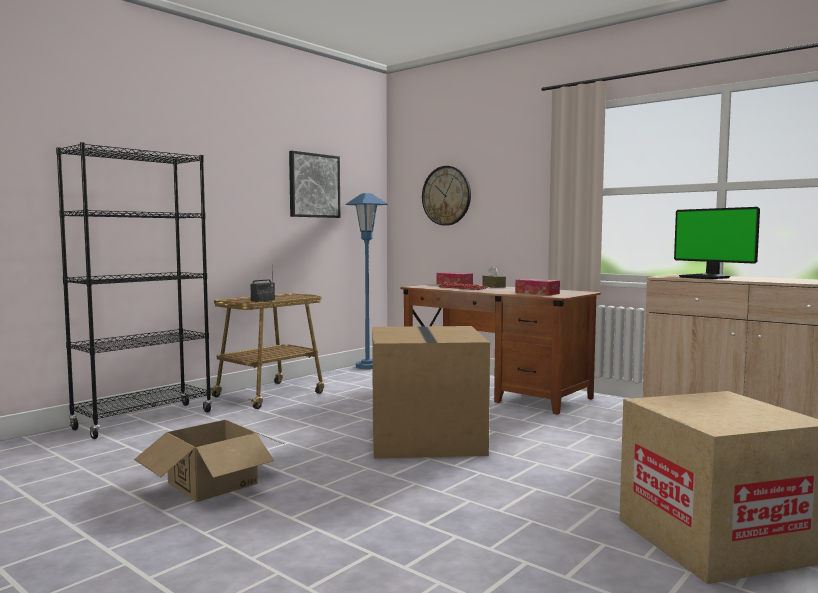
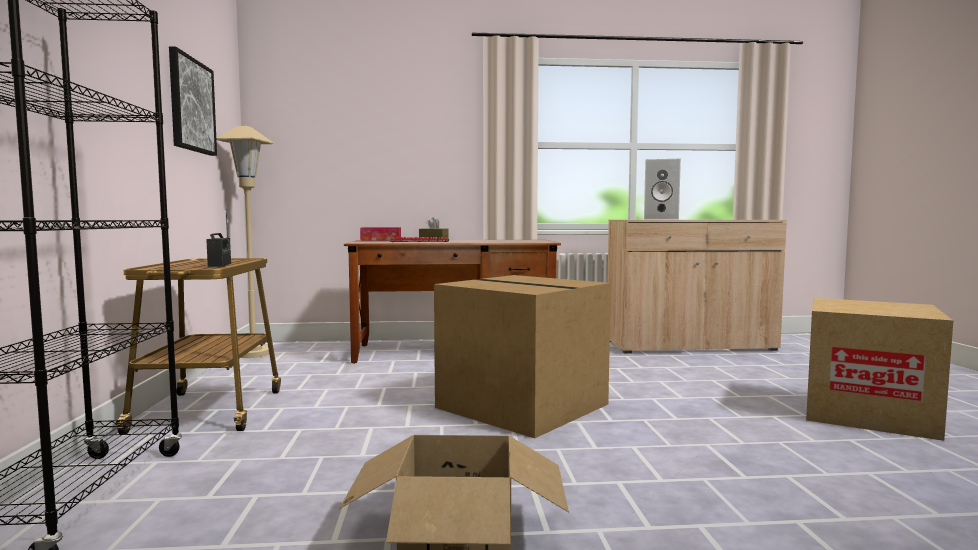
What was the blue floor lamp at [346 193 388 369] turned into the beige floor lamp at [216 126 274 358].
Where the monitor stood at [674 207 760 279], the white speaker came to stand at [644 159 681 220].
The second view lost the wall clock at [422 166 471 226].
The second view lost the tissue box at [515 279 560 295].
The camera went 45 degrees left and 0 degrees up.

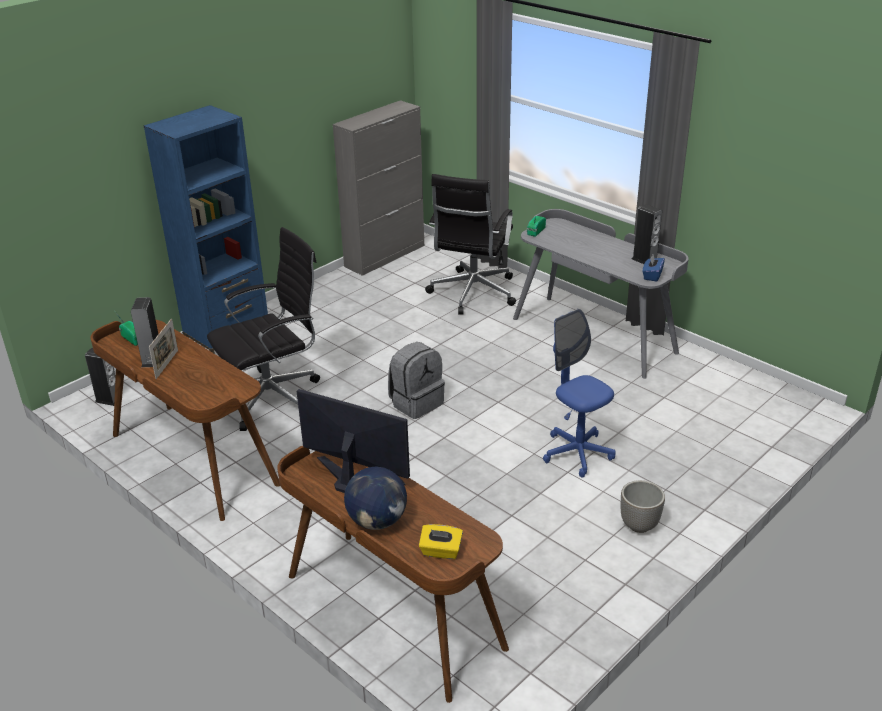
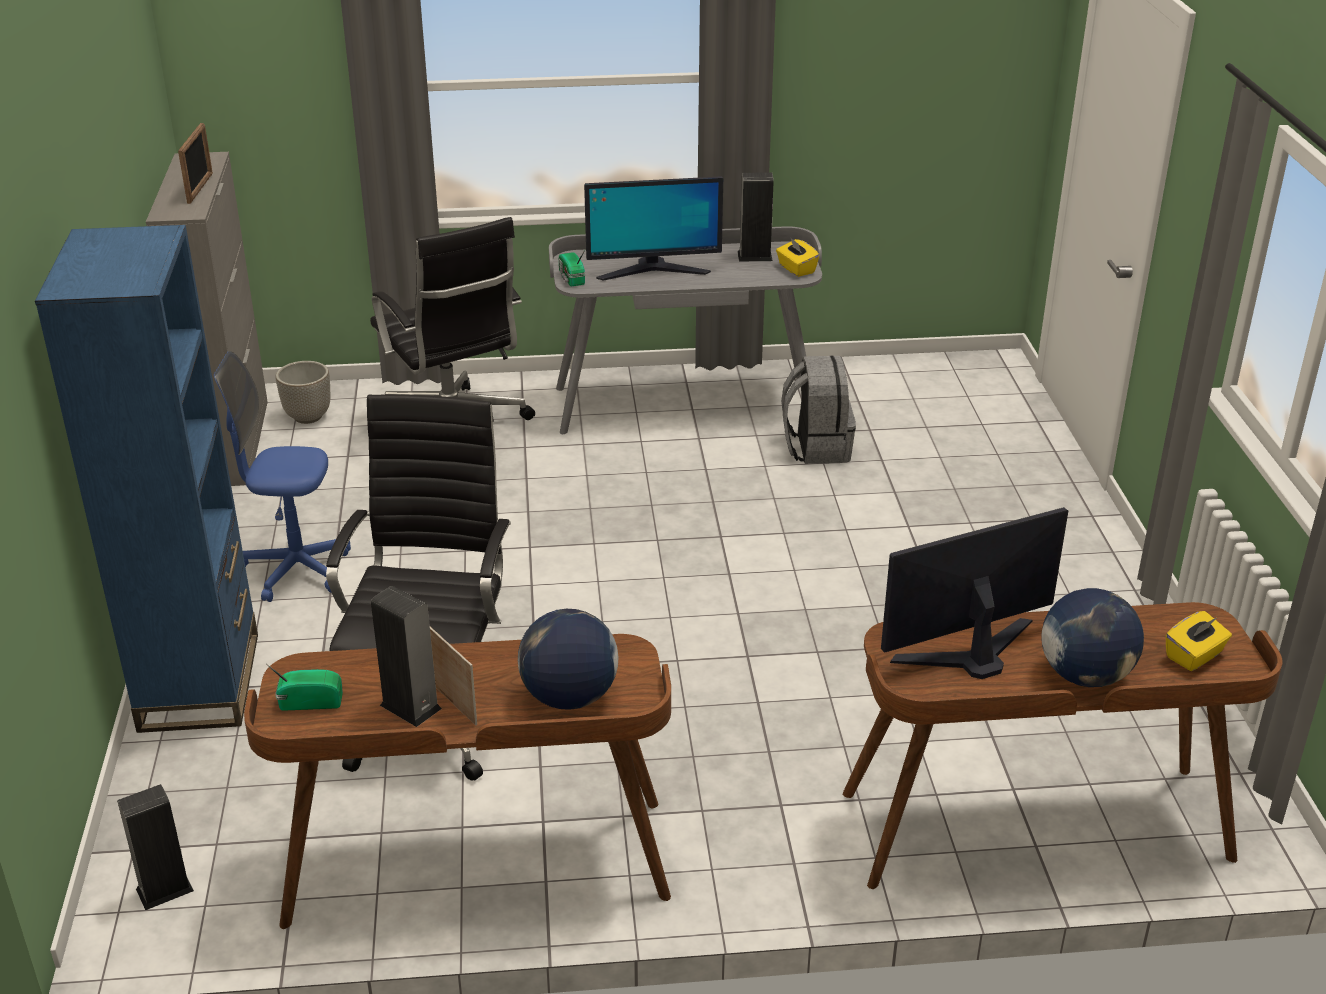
The second view gained the picture frame at [178 123 213 204].
The blue office chair ended up elsewhere, having gone from [543 309 615 477] to [214 351 351 602].
The planter ended up elsewhere, having gone from [621 480 665 533] to [276 361 330 424].
The second view gained the globe at [518 609 619 710].
The second view gained the monitor at [584 176 723 281].
What was the blue tissue box at [642 255 665 282] turned into the yellow tissue box at [776 237 819 277].
The grey backpack ended up elsewhere, having gone from [388 342 445 419] to [781 355 856 464].
The camera went 50 degrees left and 0 degrees up.

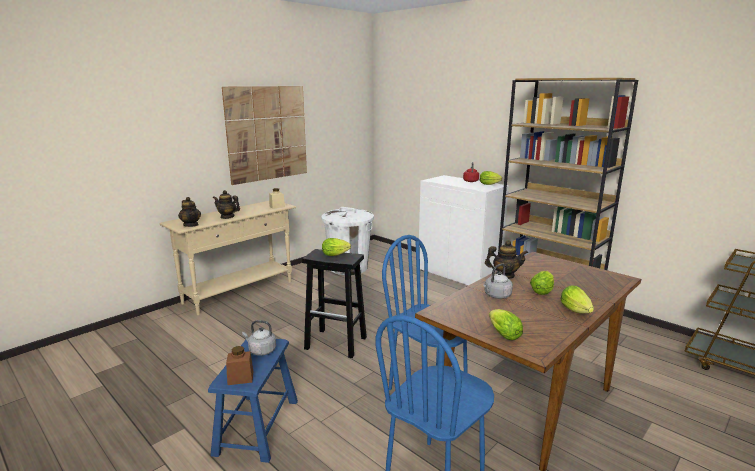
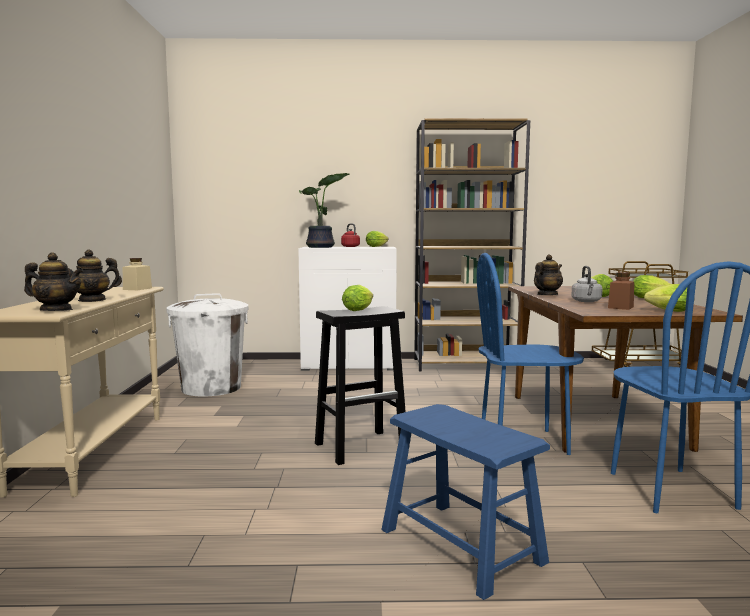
The second view gained the potted plant at [299 173 350 248].
The brown jar ended up elsewhere, having gone from [226 346 253 385] to [608 272 634 310].
The second view lost the picture at [222 86 307 185].
The second view lost the grey kettle at [242 320 276 356].
The camera went 45 degrees left and 10 degrees down.

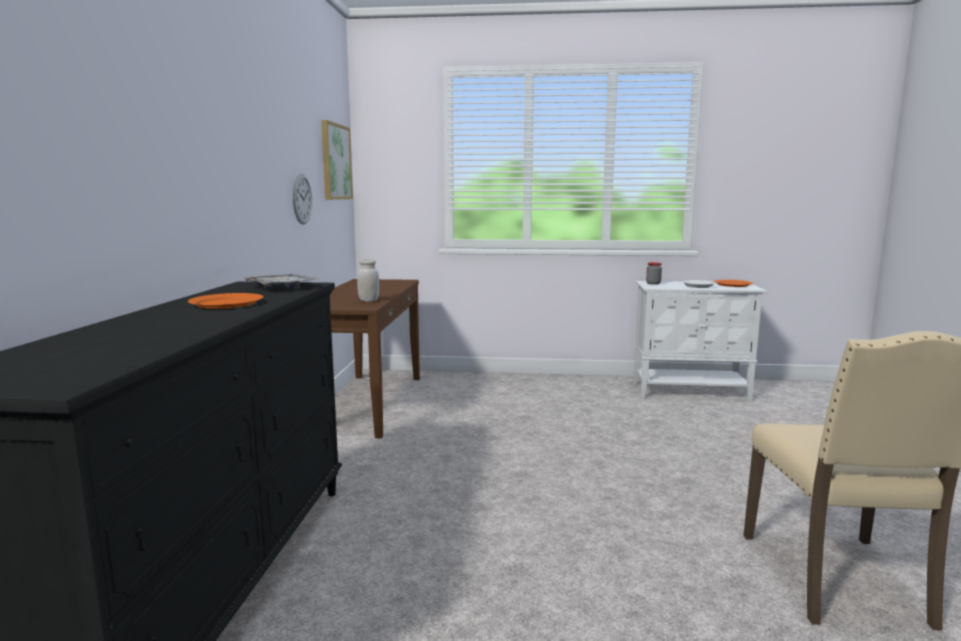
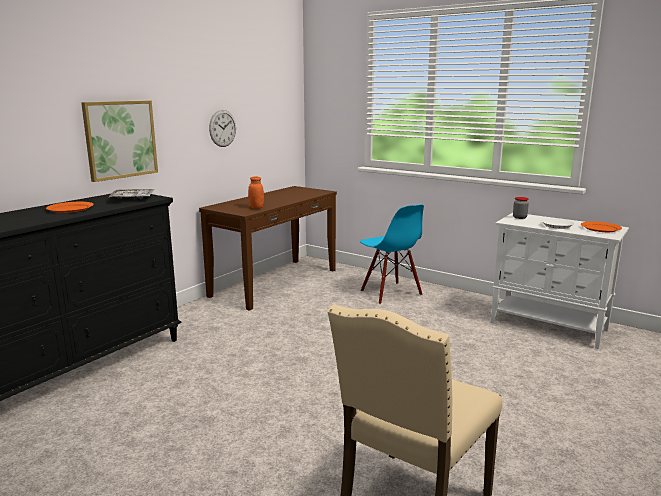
The picture ended up elsewhere, having gone from [321 120 353 200] to [81 100 158 182].
What was the white jar at [357 259 380 302] turned into the orange jar at [248 176 264 209].
The second view gained the blue chair at [360 204 424 304].
The camera went 30 degrees right and 5 degrees up.

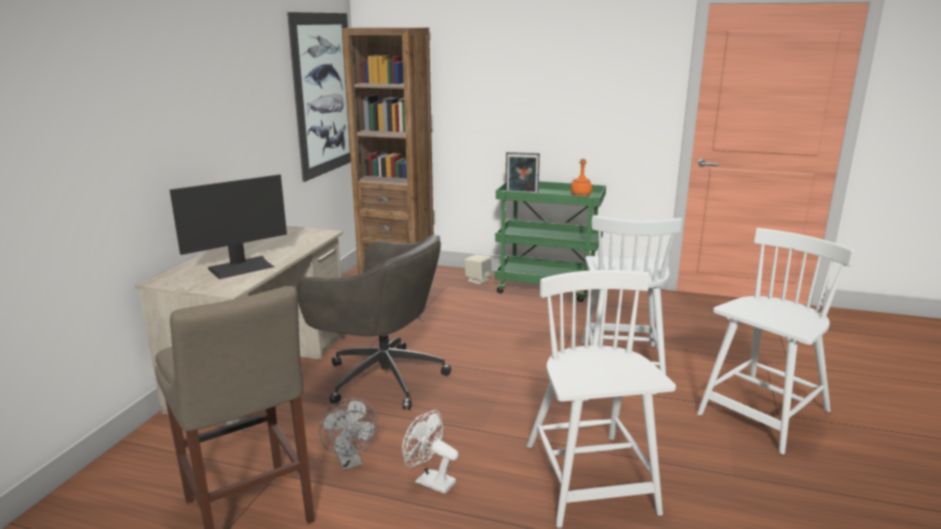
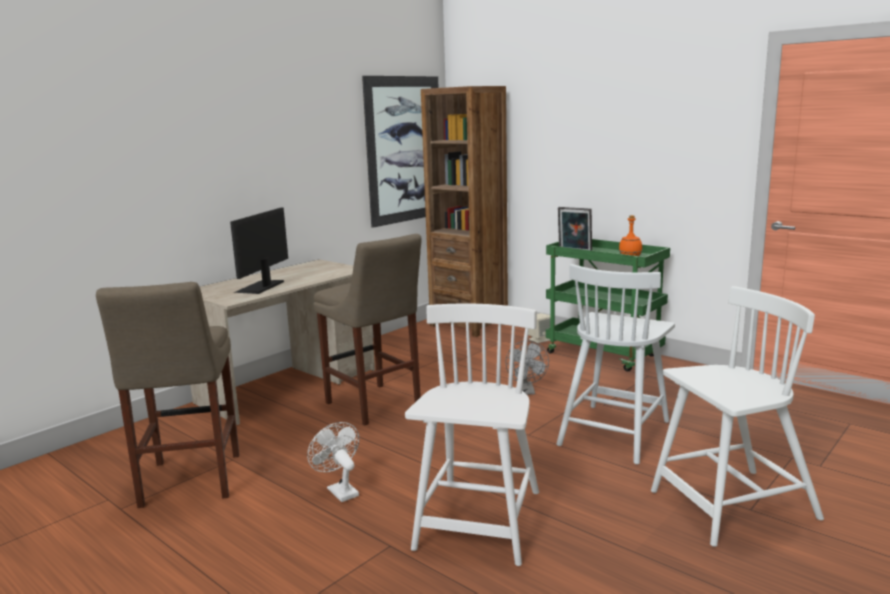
The monitor at [170 174 287 279] ended up facing another way, 120 degrees clockwise from before.
Where the grey office chair stood at [296 235 451 410], the beige stool came to stand at [313 234 422 425].
The grey fan ended up elsewhere, having gone from [319 398 378 470] to [505 340 549 395].
The camera went 25 degrees right and 5 degrees down.

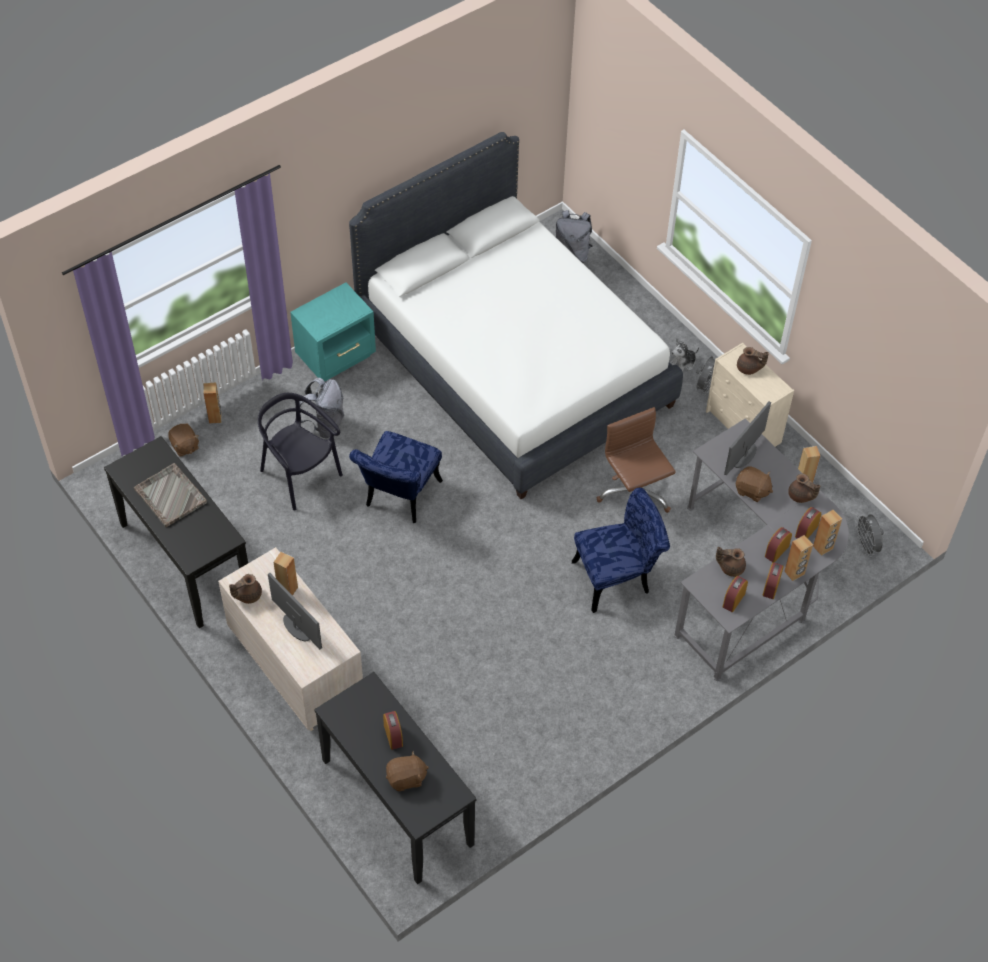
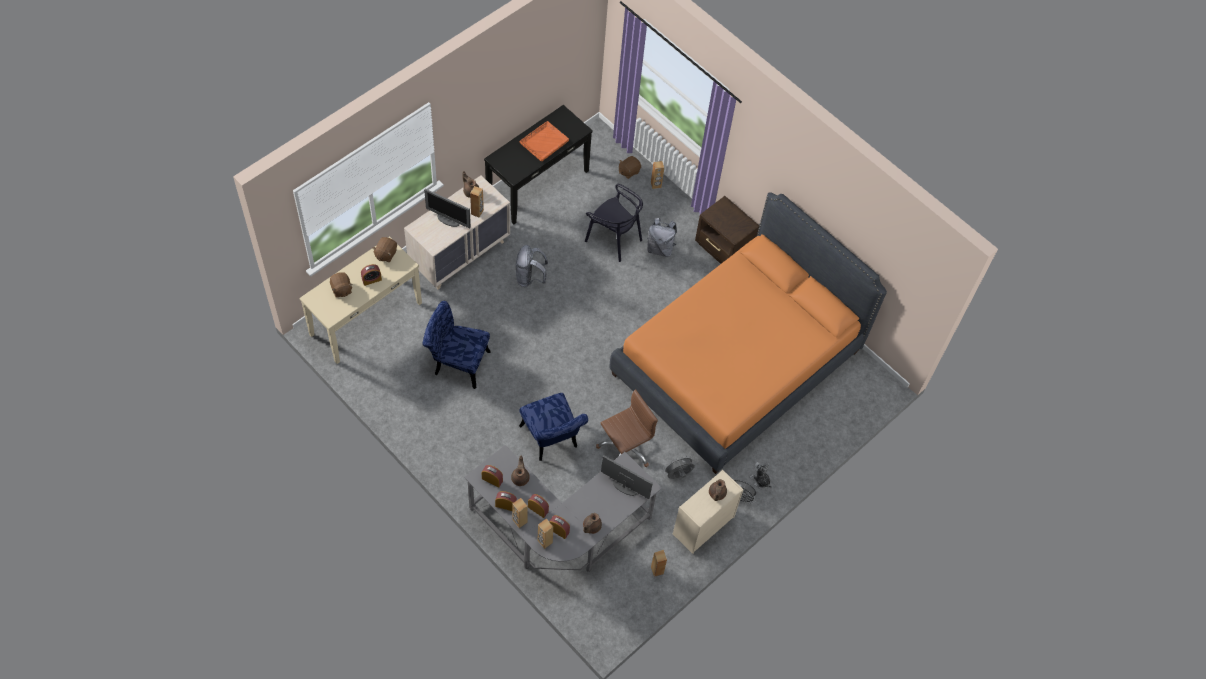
What was the black console table at [314 672 476 884] turned into the beige console table at [299 236 422 364].
The brown plush toy ended up elsewhere, having gone from [736 466 773 502] to [373 237 397 262].
The blue chair ended up elsewhere, having gone from [349 431 443 523] to [422 301 490 389].
The monitor at [268 573 322 649] ended up facing another way, 75 degrees clockwise from before.
The grey backpack ended up elsewhere, having gone from [556 210 593 263] to [515 245 548 287].
What was the grey tray at [134 463 207 527] turned into the orange tray at [520 121 569 162].
The black chair at [258 393 343 511] ended up facing another way, 90 degrees clockwise from before.
What was the white bed at [349 132 683 499] turned into the orange bed at [609 192 887 474].
The grey fan ended up elsewhere, having gone from [855 513 884 557] to [663 455 695 479].
What was the turquoise nightstand at [290 282 376 381] turned into the brown nightstand at [695 196 759 264].
The camera went 80 degrees right and 5 degrees up.

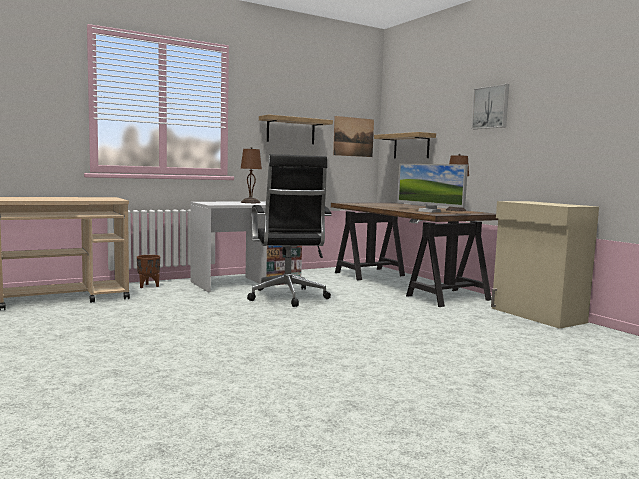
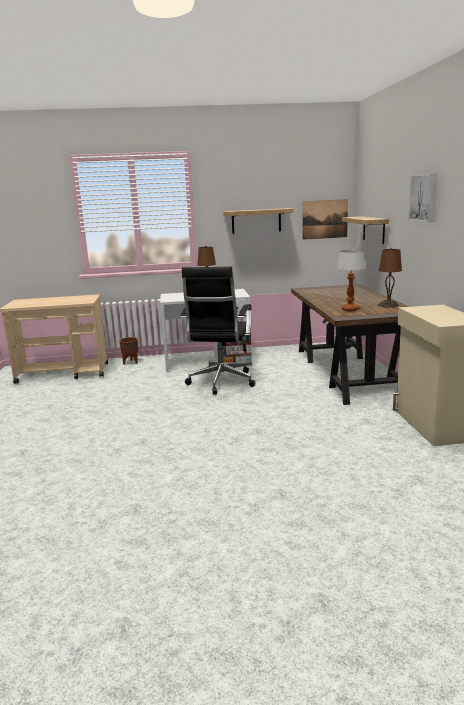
Where the monitor stood at [397 164 468 212], the table lamp came to stand at [337 250 366 311].
The camera went 25 degrees right and 10 degrees up.

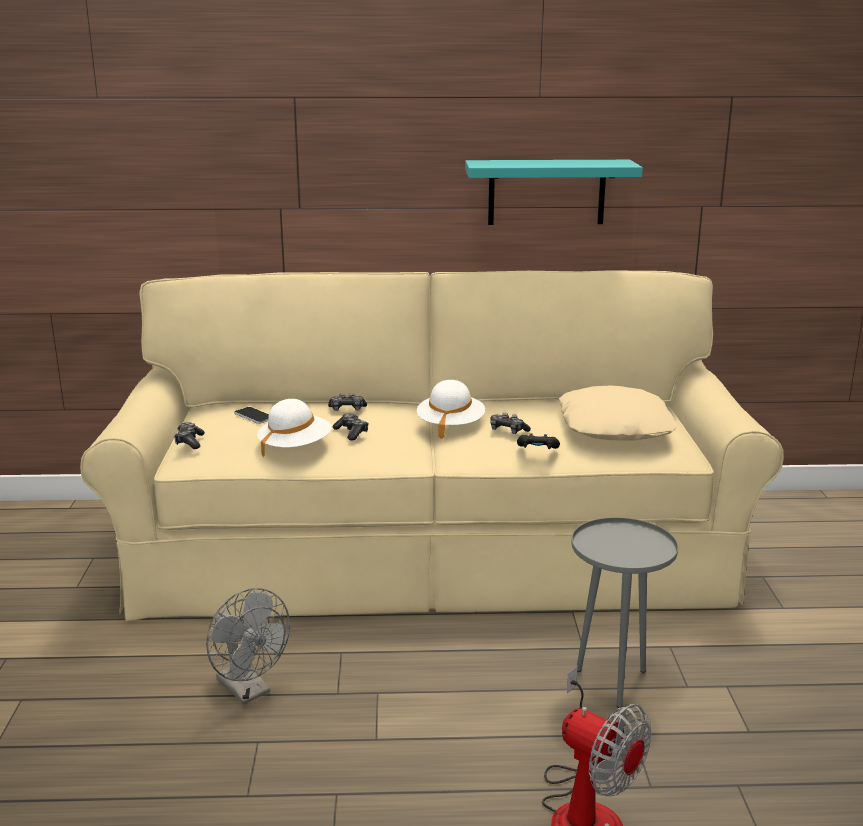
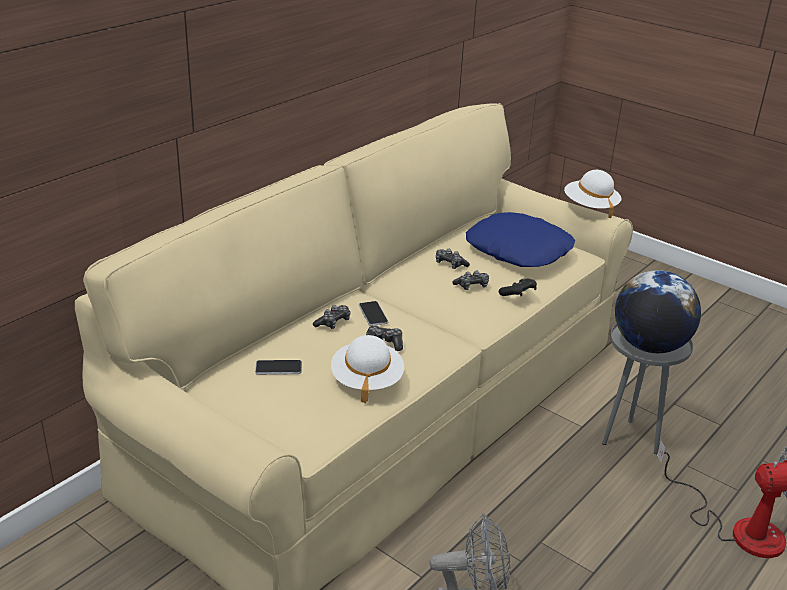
The second view gained the phone at [359 301 388 326].
The game controller ended up elsewhere, having gone from [174 422 205 449] to [436 249 470 269].
What was the beige pillow at [559 385 677 441] turned into the blue pillow at [466 212 575 267].
The white hat ended up elsewhere, having gone from [417 380 485 439] to [564 170 621 218].
The second view gained the globe at [615 270 701 353].
The second view lost the turquoise shelf at [465 160 643 225].
The camera went 50 degrees left and 10 degrees up.

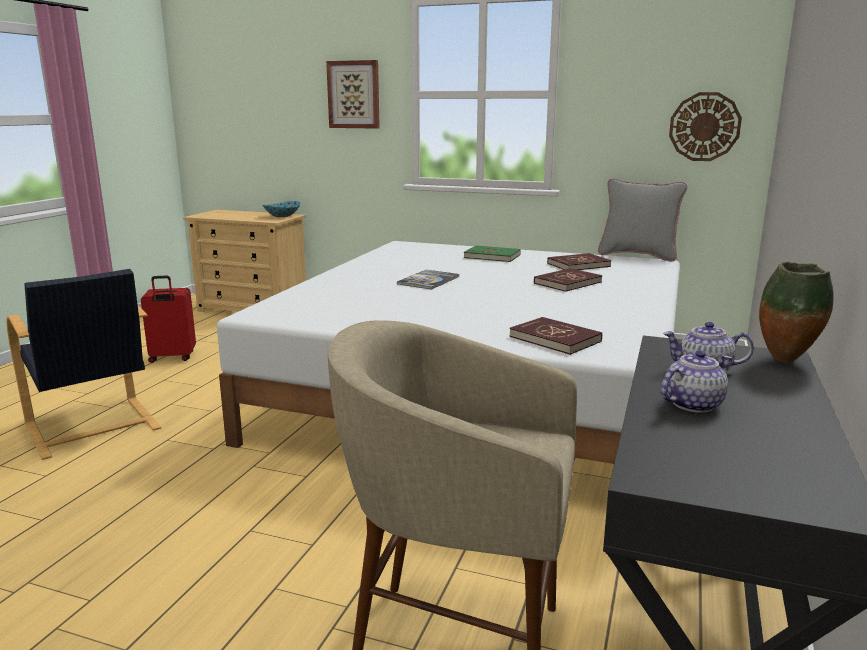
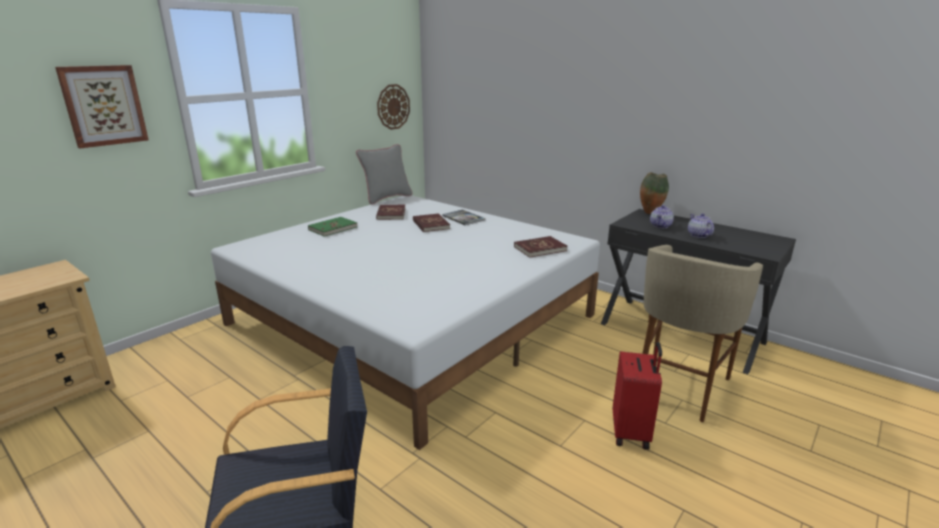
The book ended up elsewhere, having gone from [397 270 459 290] to [442 210 486 225].
The red suitcase ended up elsewhere, having gone from [141 276 196 363] to [613 342 662 450].
The second view lost the bowl at [262 201 301 217].
The camera went 70 degrees left and 5 degrees up.

